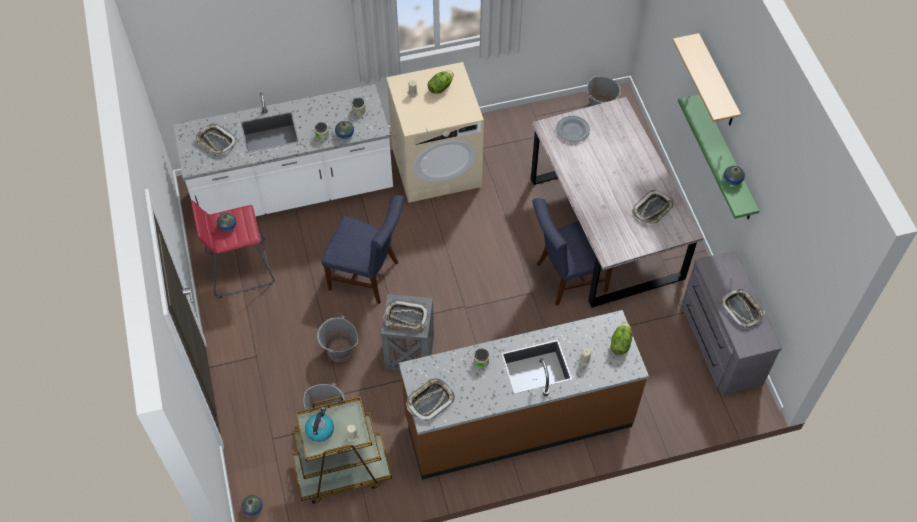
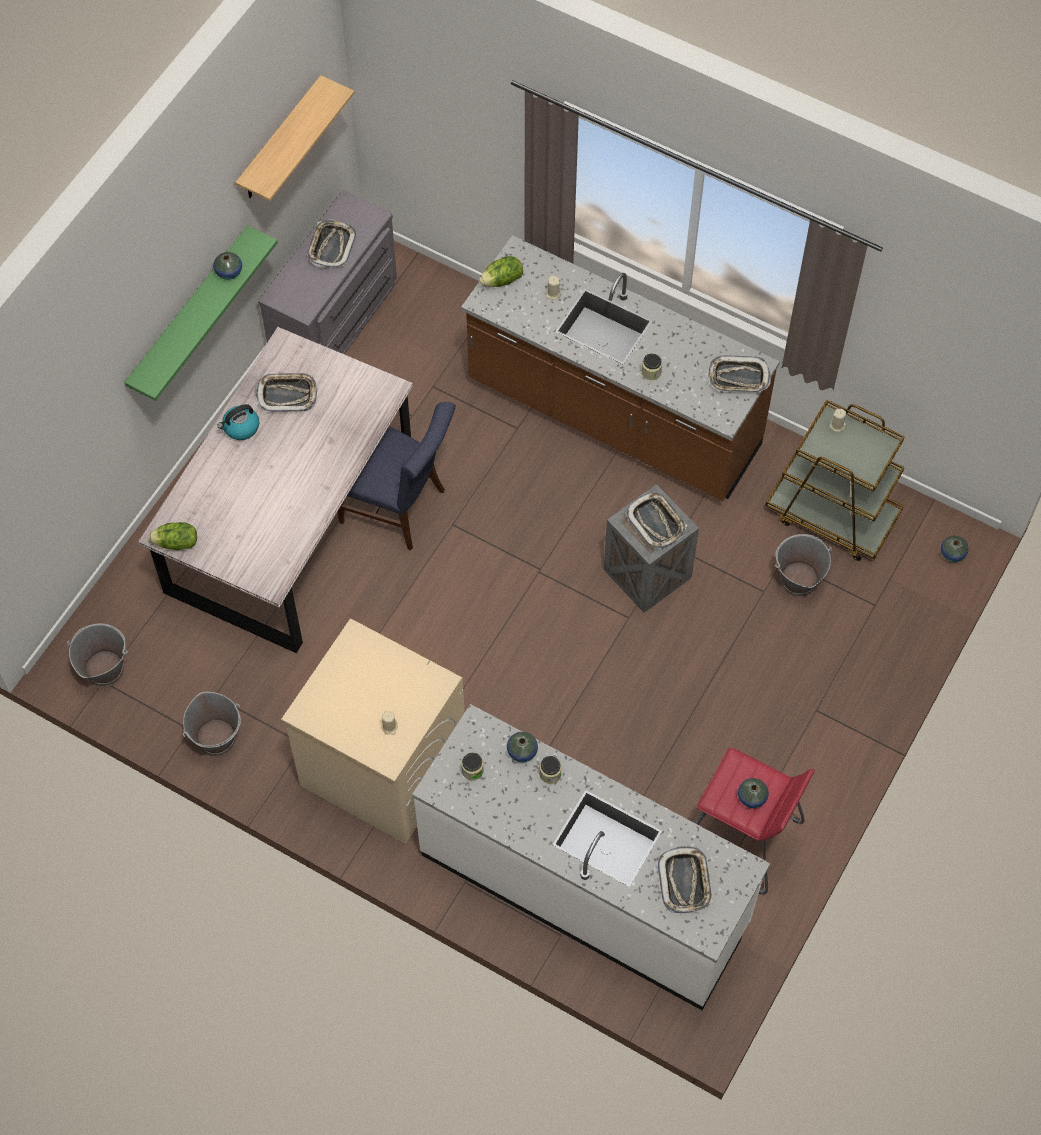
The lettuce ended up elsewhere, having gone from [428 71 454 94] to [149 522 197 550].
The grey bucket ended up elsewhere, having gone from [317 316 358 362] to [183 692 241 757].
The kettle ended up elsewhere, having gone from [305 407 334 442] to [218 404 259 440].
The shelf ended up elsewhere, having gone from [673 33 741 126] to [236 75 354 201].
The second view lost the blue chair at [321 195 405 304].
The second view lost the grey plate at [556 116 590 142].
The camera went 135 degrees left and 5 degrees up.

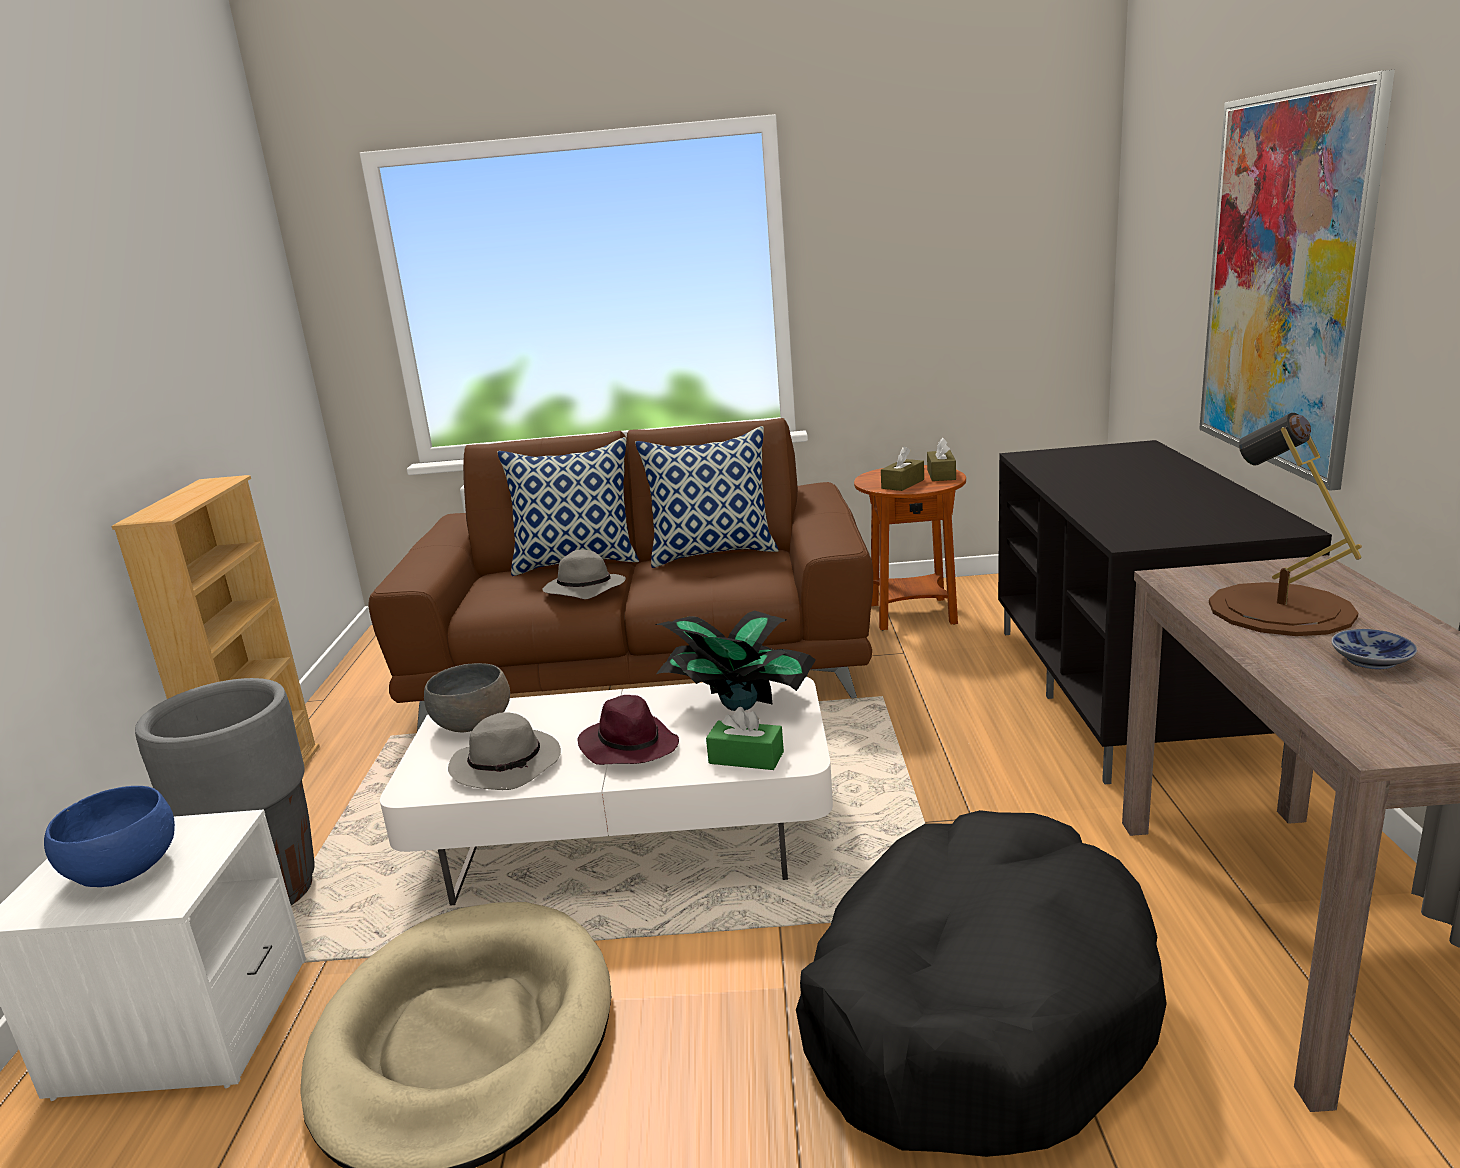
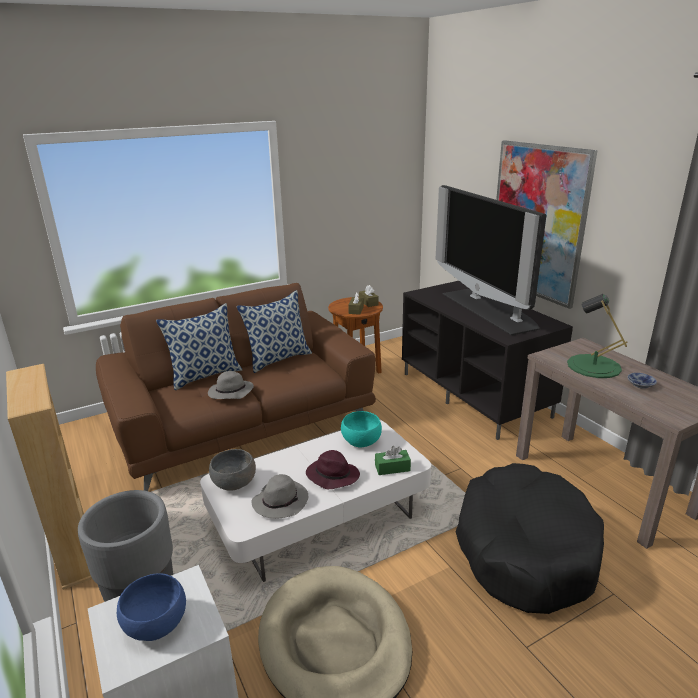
Where the potted plant stood at [654 611 816 711], the turquoise bowl came to stand at [341 411 382 448].
The second view gained the television at [435 185 546 335].
What was the brown table lamp at [1209 413 1362 636] turned into the green table lamp at [567 294 628 378].
The camera went 30 degrees left and 5 degrees up.

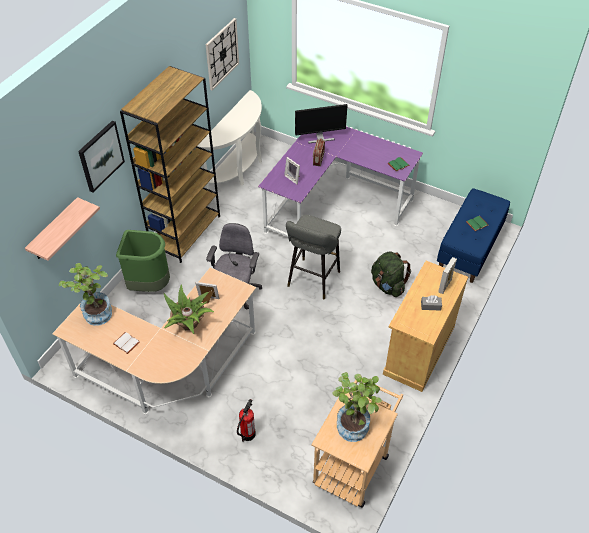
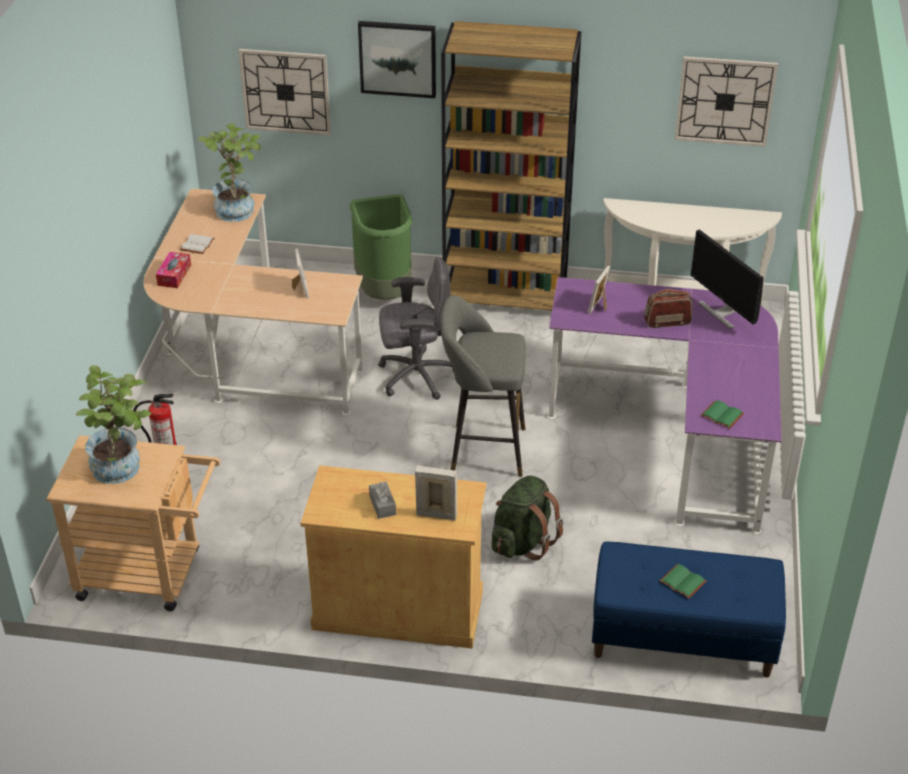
The second view gained the tissue box at [156 252 191 288].
Where the shelf hung at [25 197 100 261], the wall clock came to hang at [238 49 331 135].
The second view lost the potted plant at [164 284 214 334].
The camera went 70 degrees right and 10 degrees down.

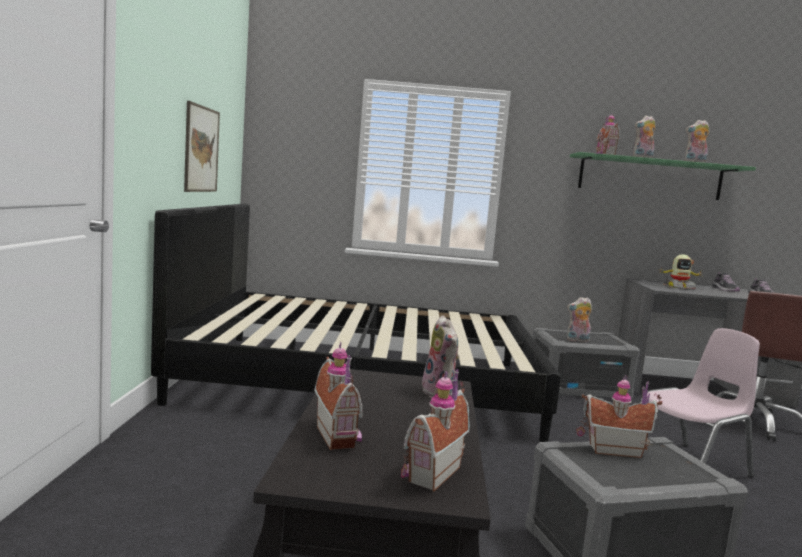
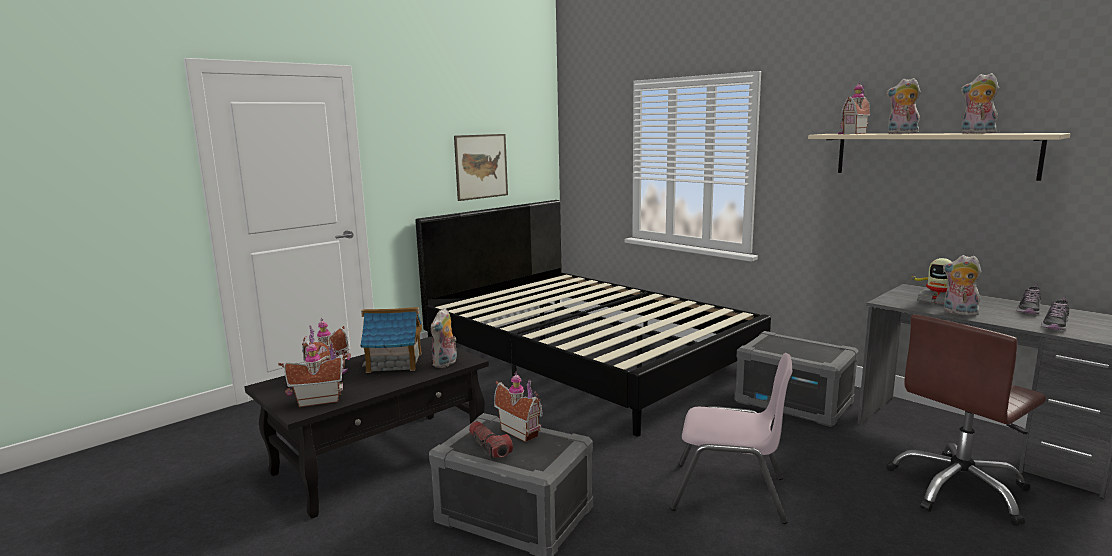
The second view gained the toy house at [360 307 422 373].
The second view gained the flashlight at [469 421 513 459].
What was the green shelf at [570 152 756 200] turned into the beige shelf at [808 133 1071 181].
The plush toy ended up elsewhere, having gone from [567 297 592 342] to [943 255 982 316].
The camera went 45 degrees right and 5 degrees up.

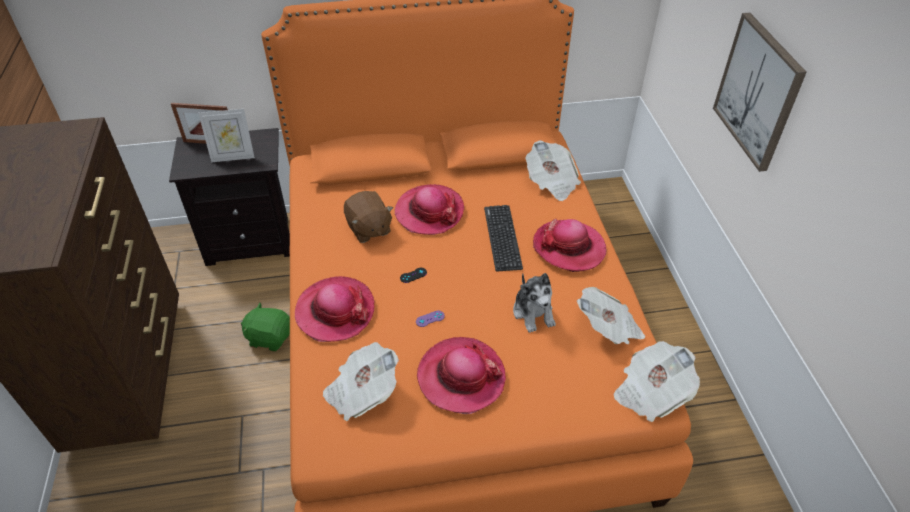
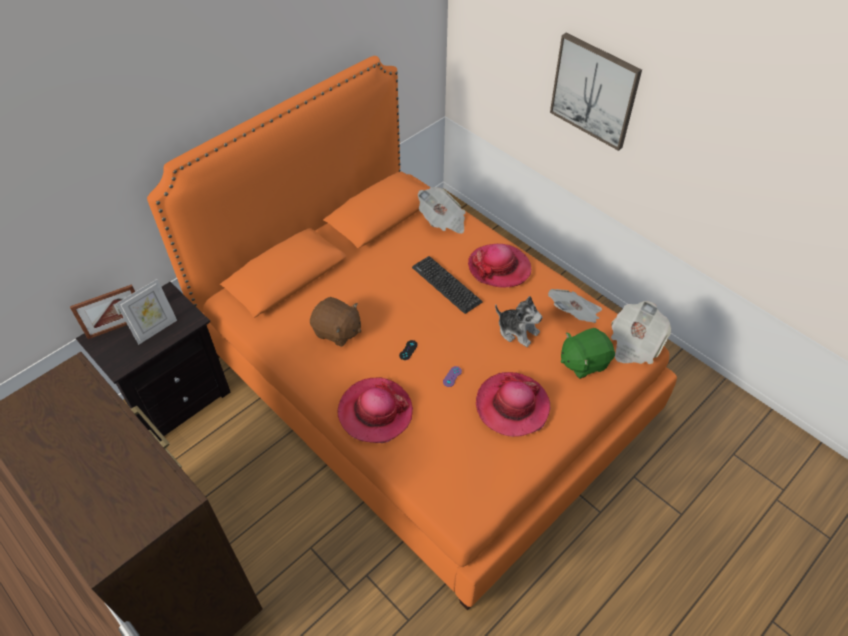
The green plush toy ended up elsewhere, having gone from [241 302 290 351] to [561 328 615 379].
The second view lost the newspaper at [323 342 399 421].
The second view lost the hat at [395 184 464 235].
The camera went 35 degrees left and 5 degrees up.

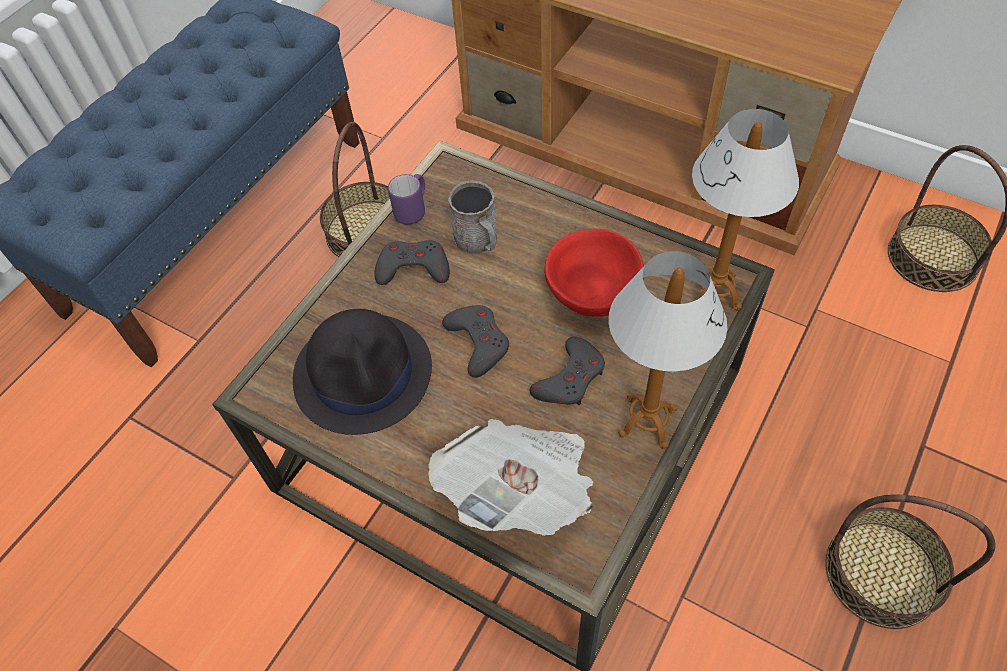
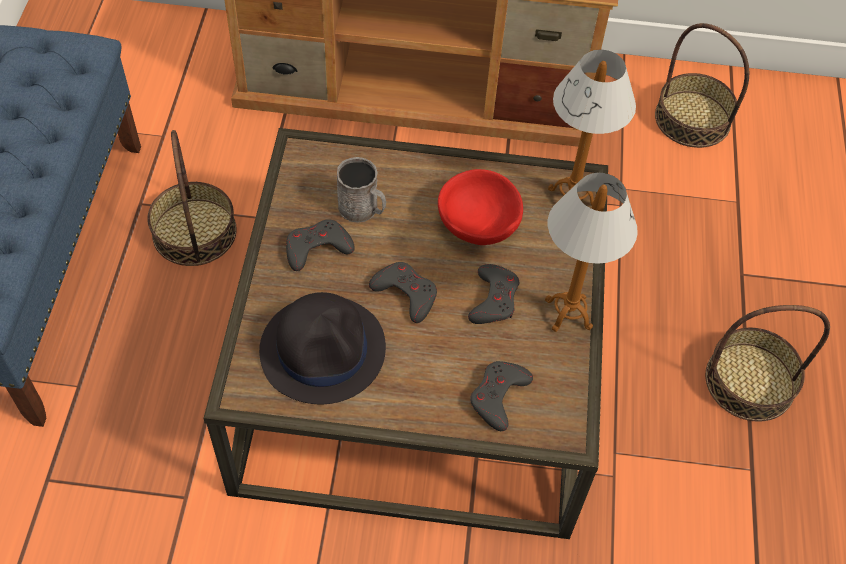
Where the newspaper stood at [428 419 594 536], the grey game controller came to stand at [470 361 533 431].
The second view lost the purple mug at [388 174 425 225].
The camera went 30 degrees left and 0 degrees up.

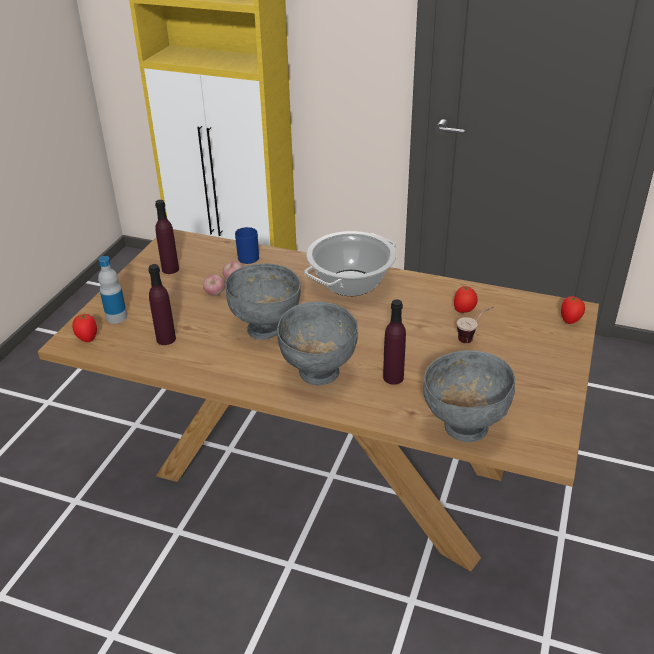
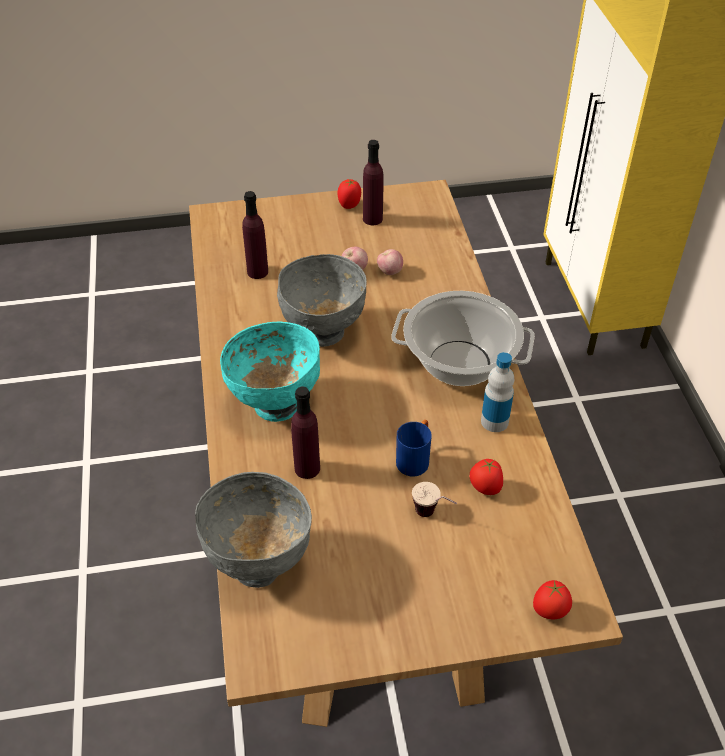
What was the grey bowl at [277 301 358 386] turned into the turquoise bowl at [220 321 320 422].
The tomato ended up elsewhere, having gone from [72 313 97 342] to [337 179 361 209].
The blue mug ended up elsewhere, having gone from [235 227 259 264] to [396 420 432 476].
The bottle ended up elsewhere, having gone from [98 256 127 324] to [481 352 514 432].
The camera went 60 degrees right and 10 degrees up.

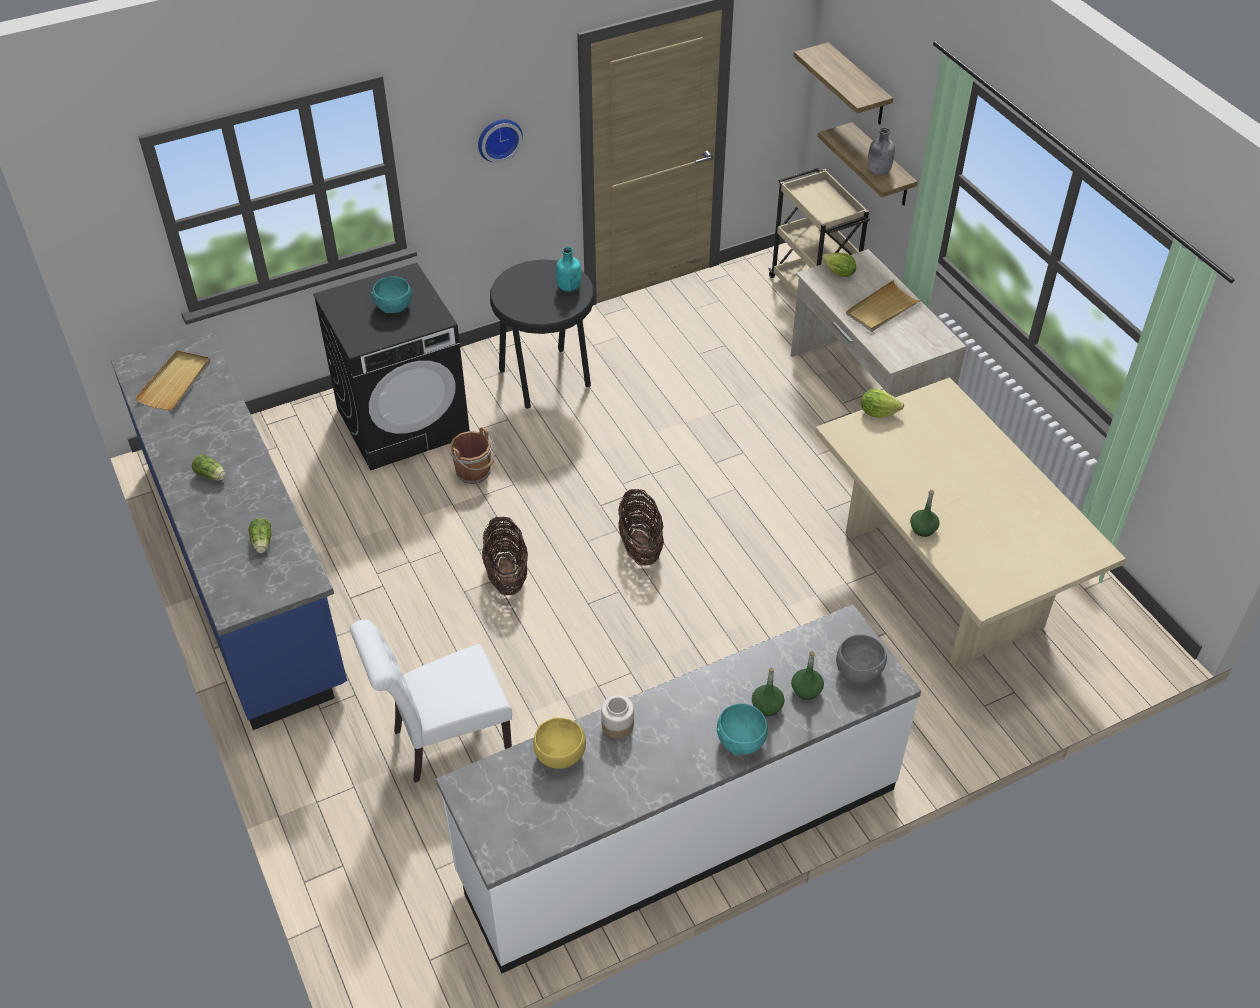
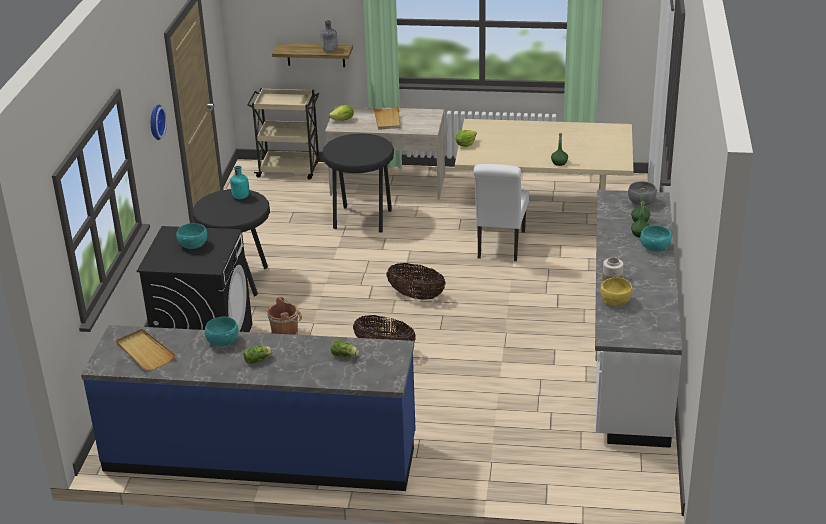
The second view gained the turquoise bowl at [205 317 239 346].
The second view gained the black stool at [322 133 394 233].
The white chair ended up elsewhere, having gone from [350 619 512 783] to [473 164 529 261].
The second view lost the shelf at [793 42 893 125].
The camera went 55 degrees left and 15 degrees down.

